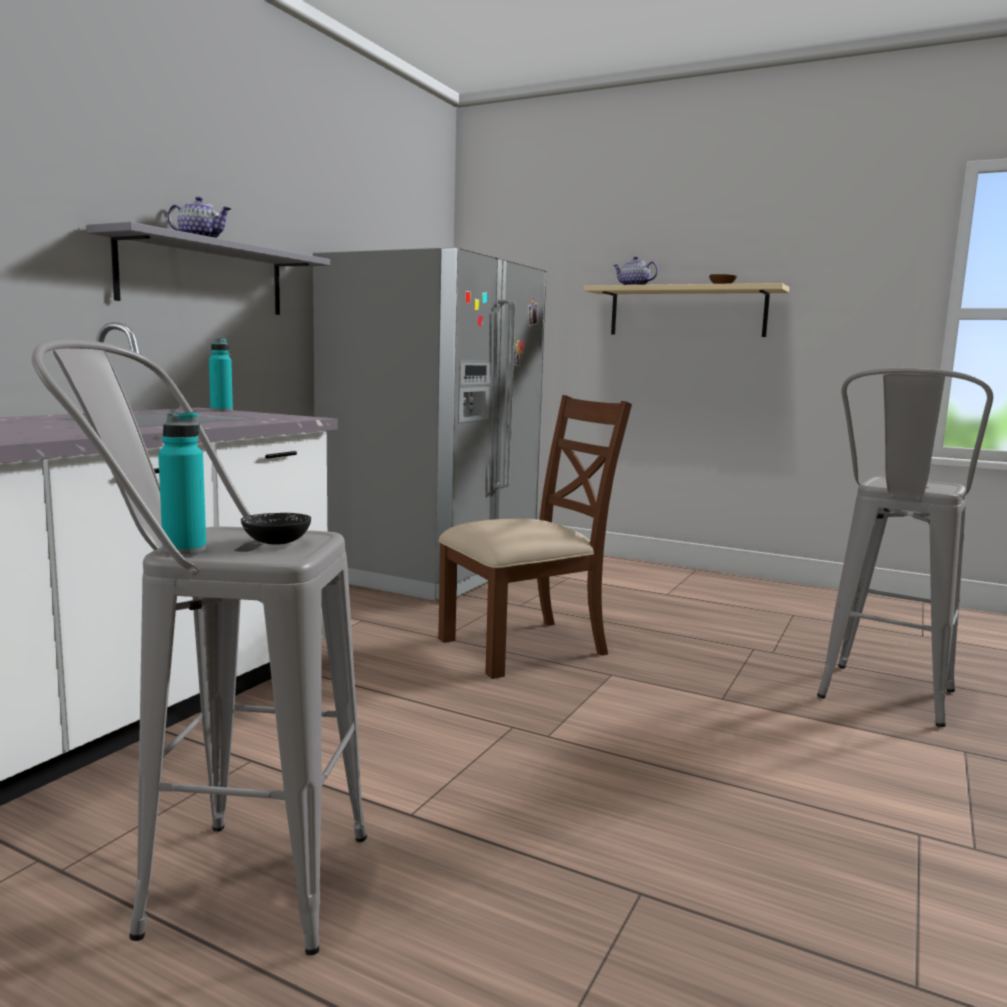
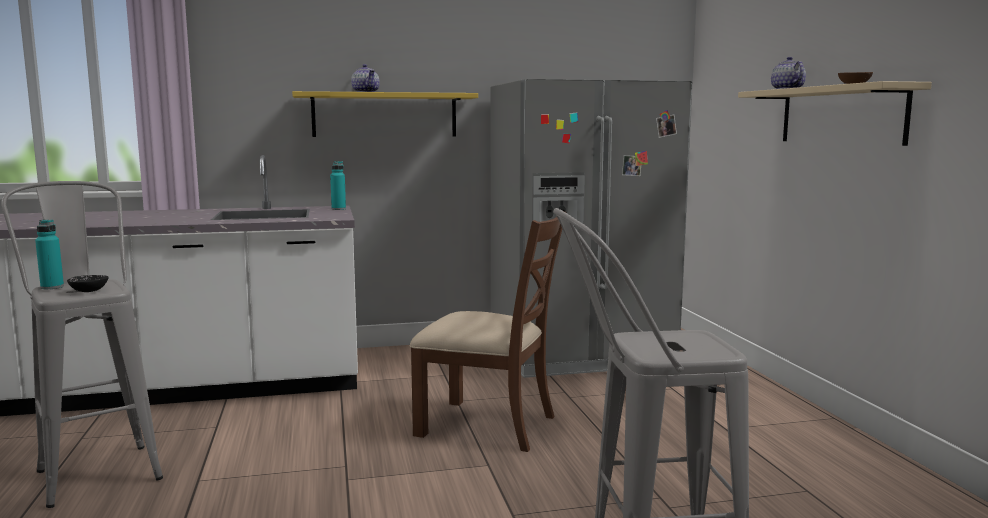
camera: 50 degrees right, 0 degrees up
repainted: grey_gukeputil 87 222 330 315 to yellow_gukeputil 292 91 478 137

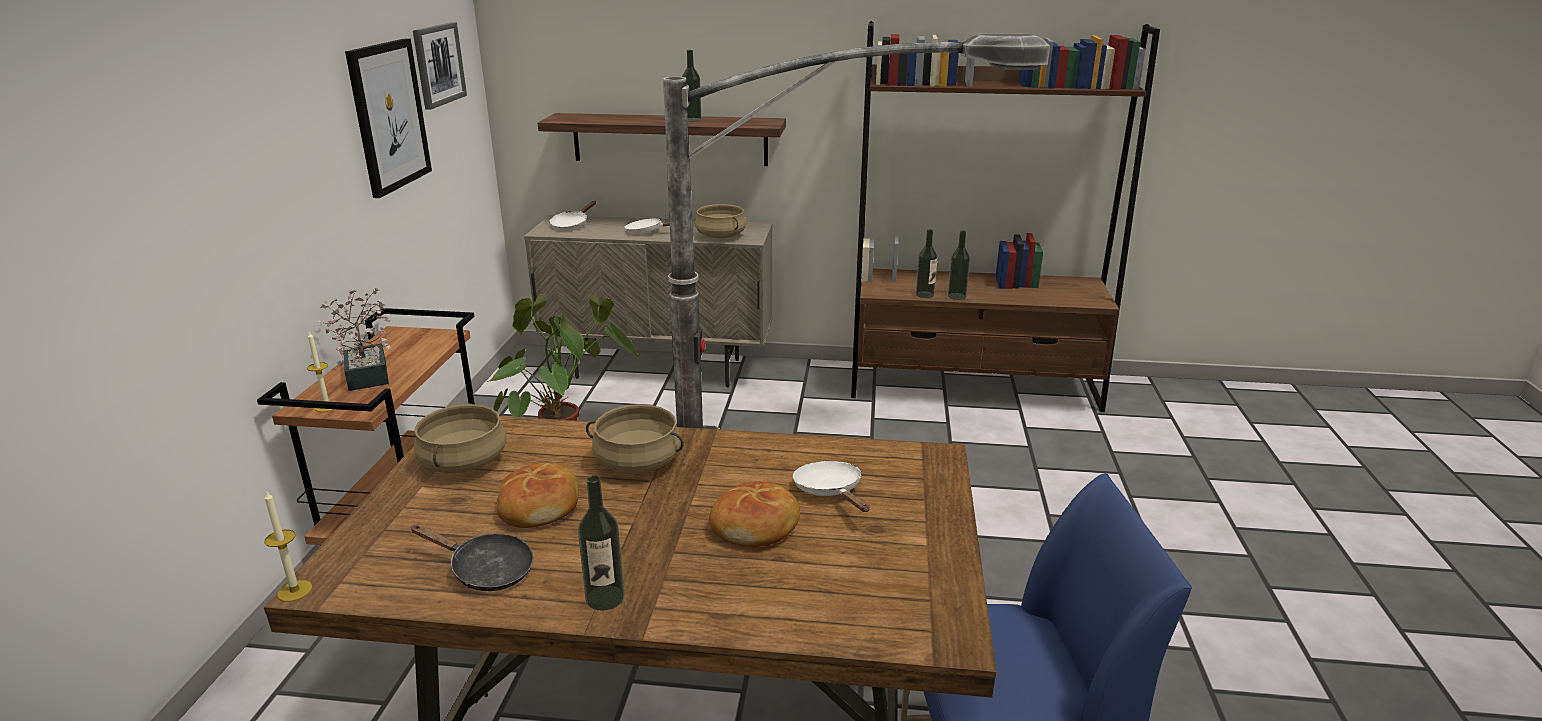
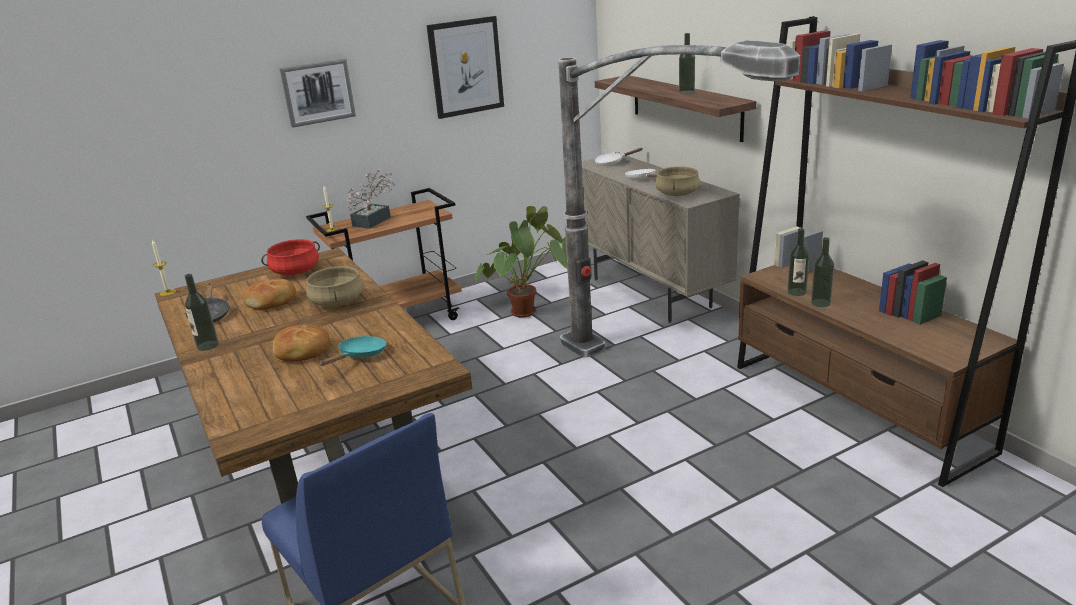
camera: 55 degrees right, 0 degrees up
shifted: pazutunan 413 22 467 110 to 280 59 356 128
repainted: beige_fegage 414 403 507 473 to red_fegage 261 239 320 275; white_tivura 793 461 870 512 to turquoise_tivura 319 336 387 366

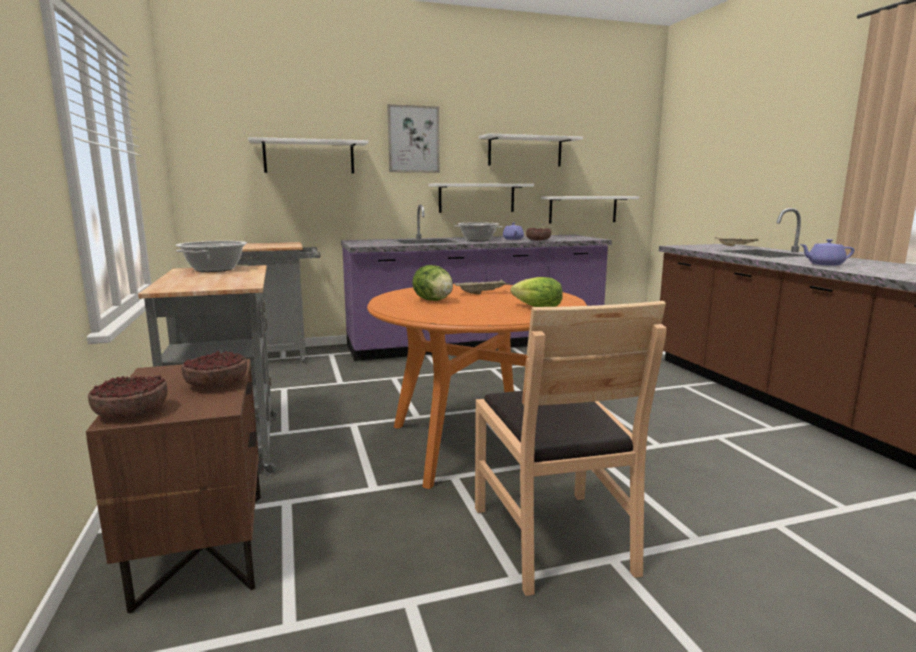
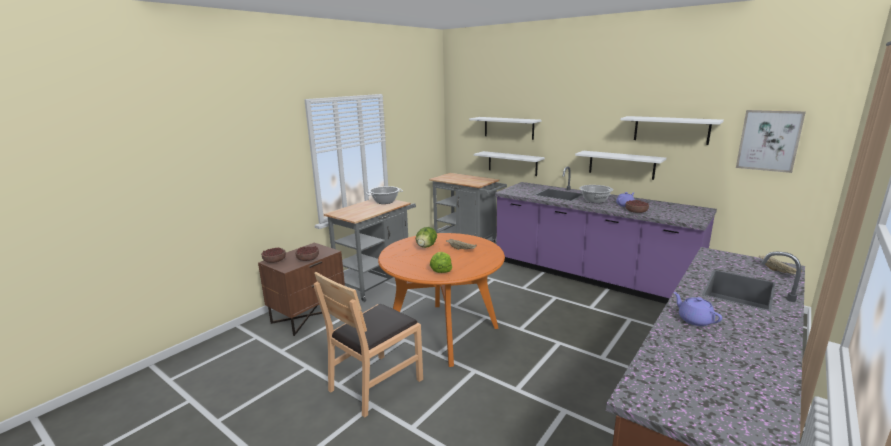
camera: 55 degrees right, 5 degrees up
shifted: pazutunan 387 104 440 173 to 736 110 806 173; white_gukeputil 541 196 639 223 to 474 151 545 176

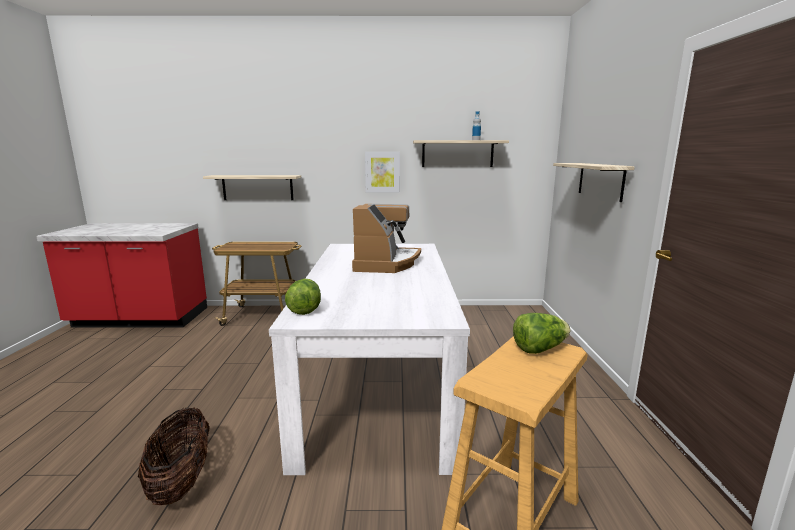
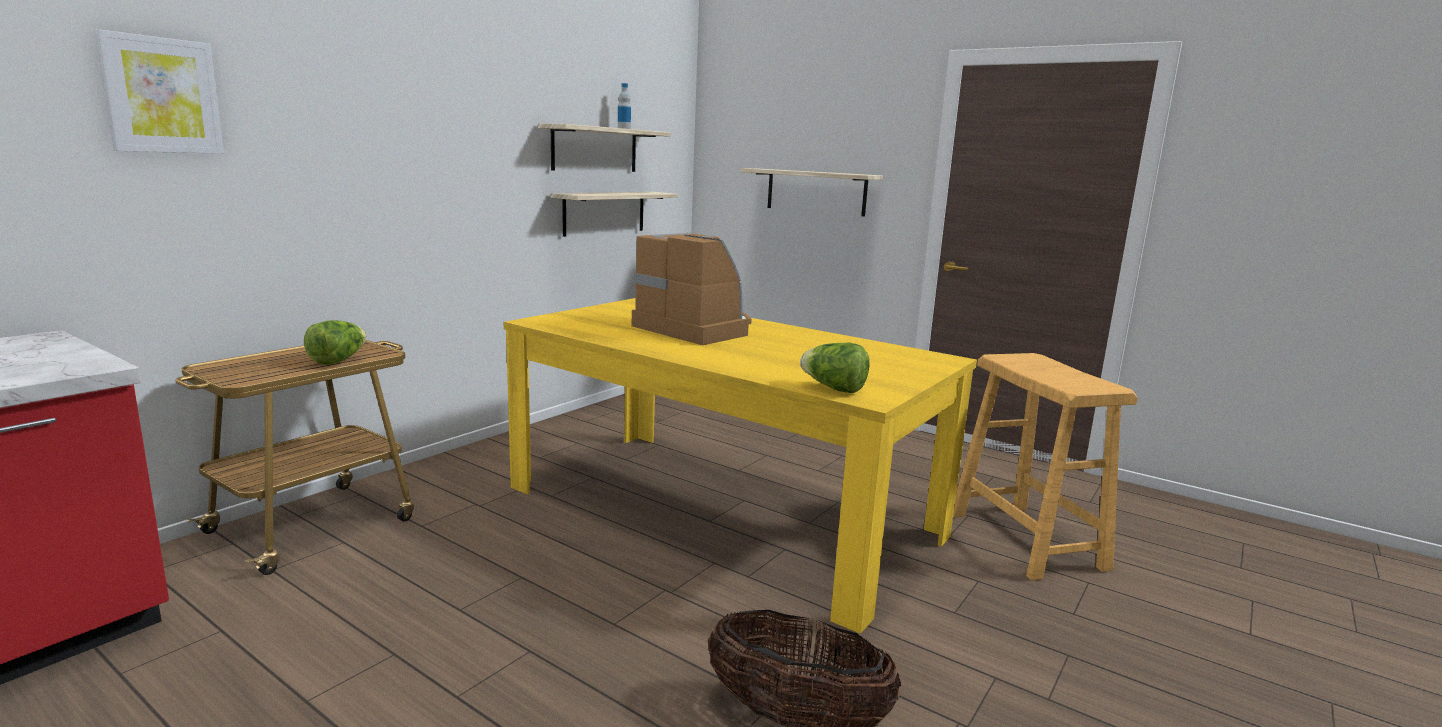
camera: 55 degrees left, 0 degrees up
shifted: gukeputil 203 175 301 200 to 550 192 677 237; pazutunan 365 152 400 192 to 95 29 224 154; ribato 513 313 570 354 to 304 320 366 365
repainted: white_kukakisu 269 244 470 475 to yellow_kukakisu 504 298 977 634

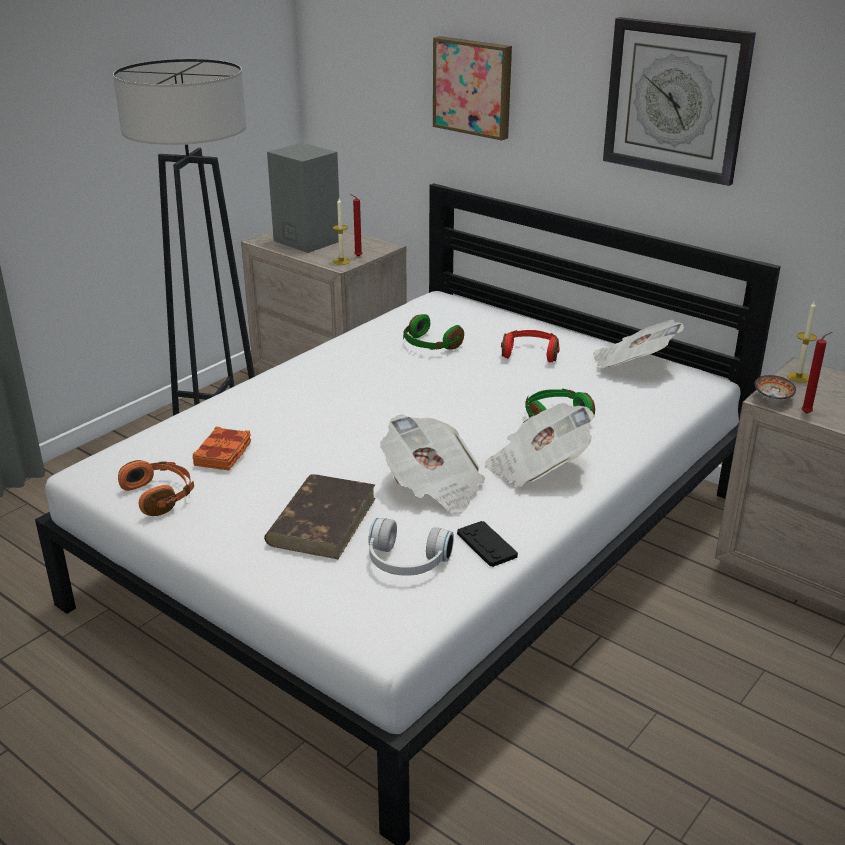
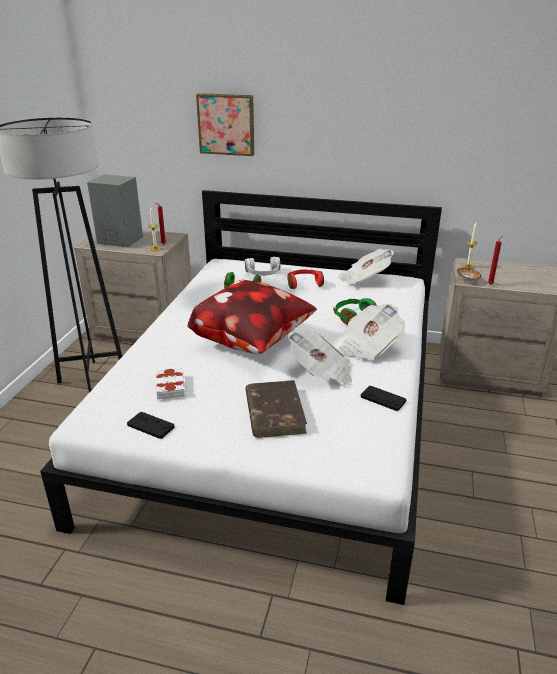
camera: 25 degrees left, 0 degrees up
gone: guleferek 603 17 756 186
new: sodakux 187 280 317 354
shifted: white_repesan 368 518 454 576 to 245 257 280 276
swapped: orange_repesan 118 460 194 516 to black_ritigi 127 412 175 439
repainted: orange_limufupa 192 426 251 470 to white_limufupa 156 367 186 400

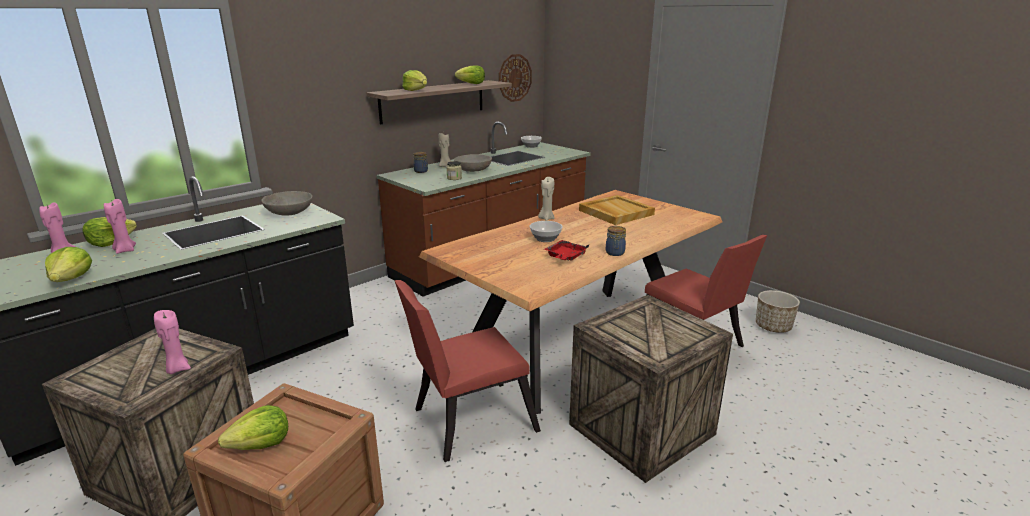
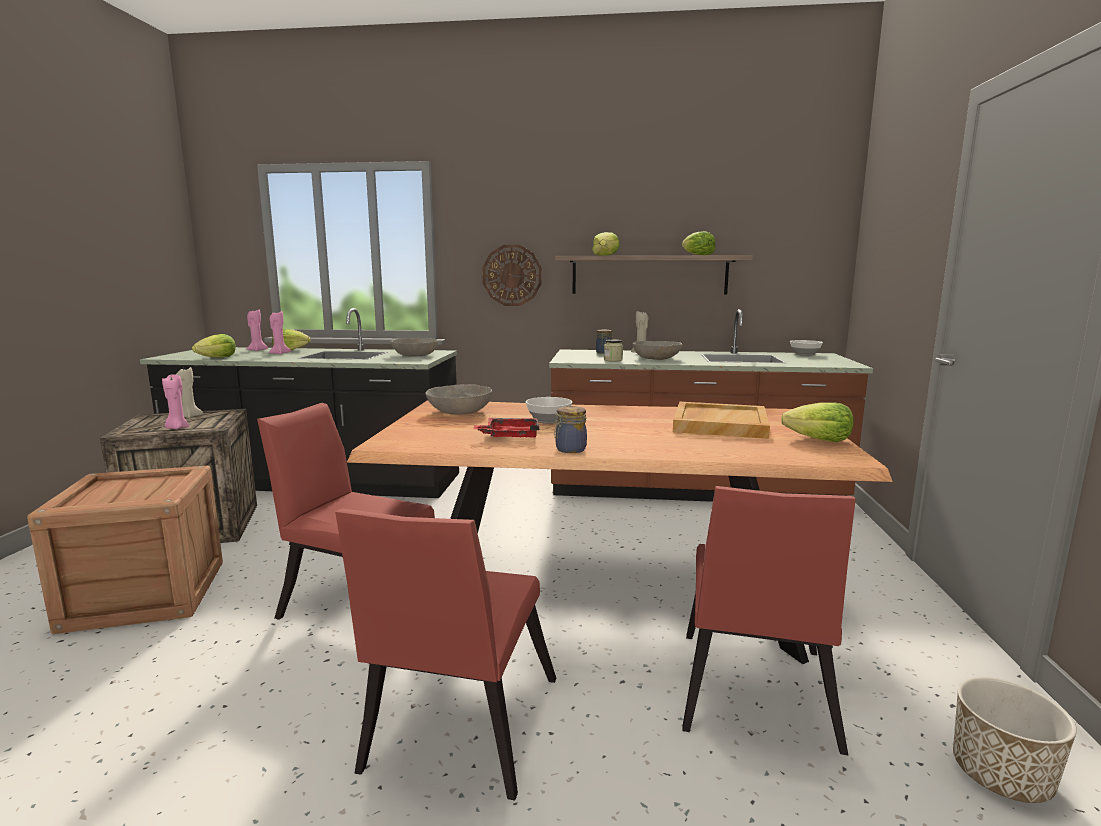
camera: 50 degrees right, 10 degrees down
new: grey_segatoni 425 384 492 415
shifted: ribato 218 405 288 450 to 781 402 854 442; guleferek 499 54 532 102 to 482 245 542 306; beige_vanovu 538 177 555 221 to 176 367 203 418
swapped: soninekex 569 295 733 483 to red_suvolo 335 509 556 801

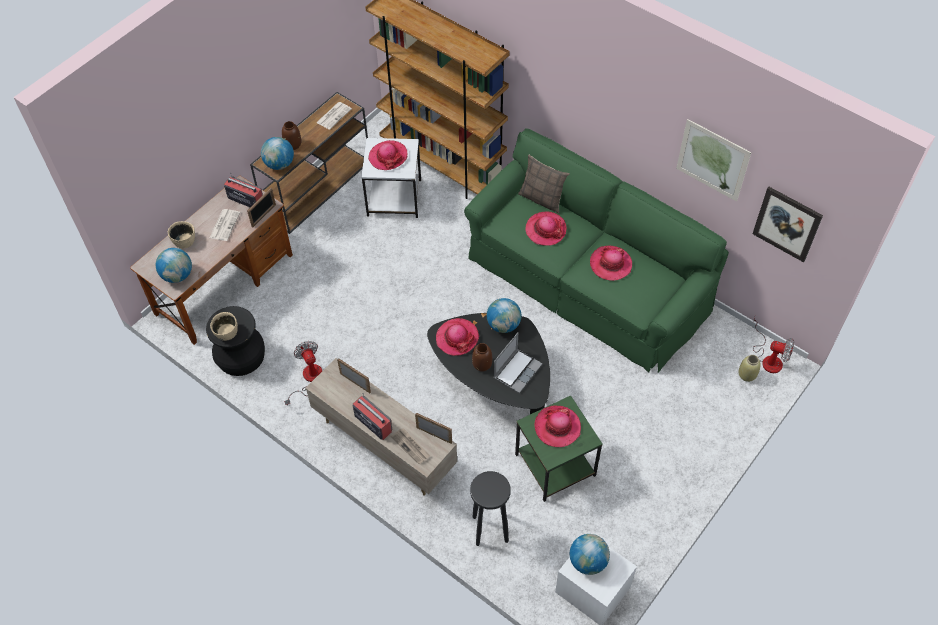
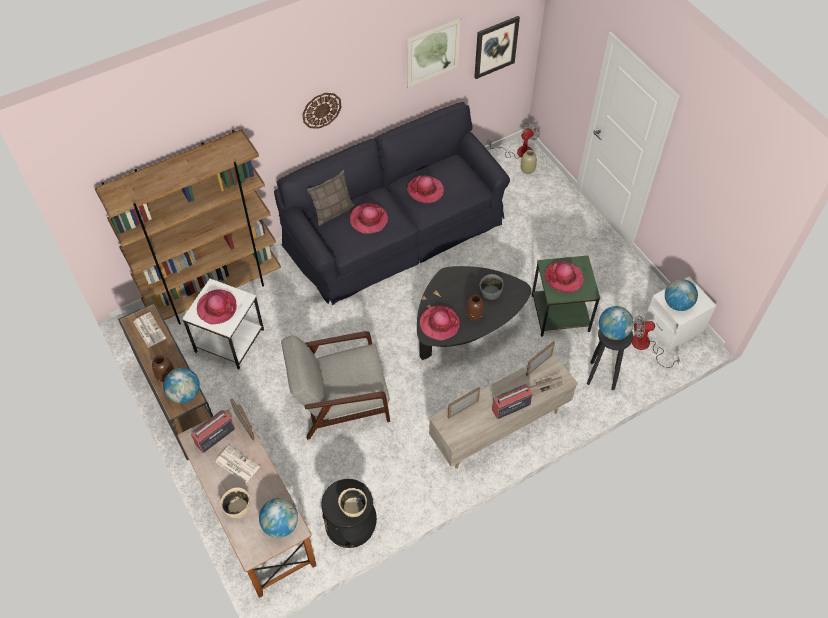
camera: 70 degrees left, 0 degrees up
new: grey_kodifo 281 331 390 440; guleferek 302 93 342 129
shifted: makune 284 341 322 405 to 632 315 680 368; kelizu 487 298 521 333 to 599 306 634 340
swapped: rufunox 494 332 542 393 to grey_segatoni 480 274 504 300
repainted: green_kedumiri 464 128 729 372 to black_kedumiri 274 102 510 305

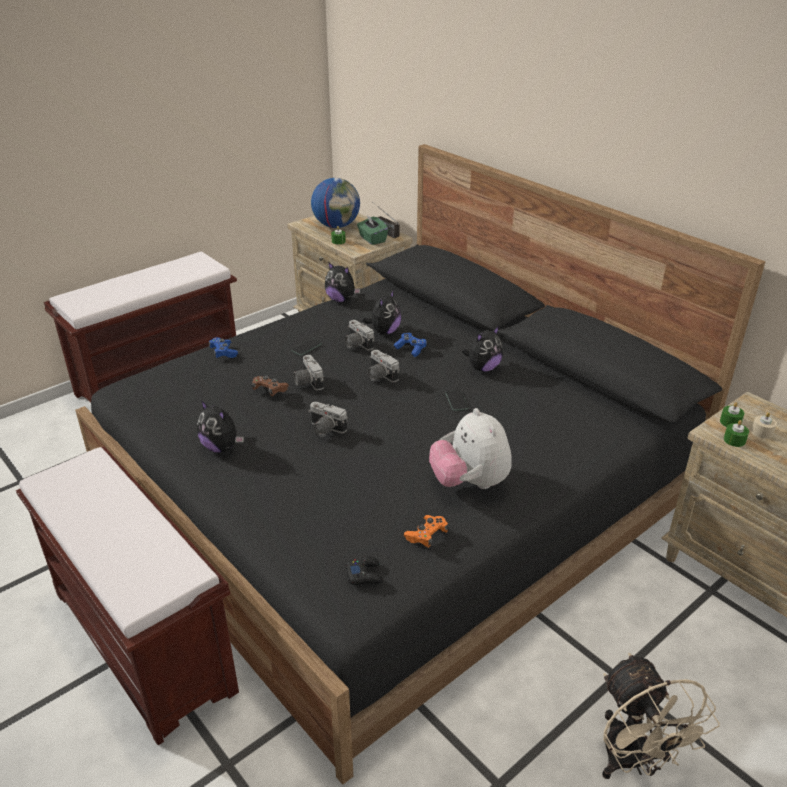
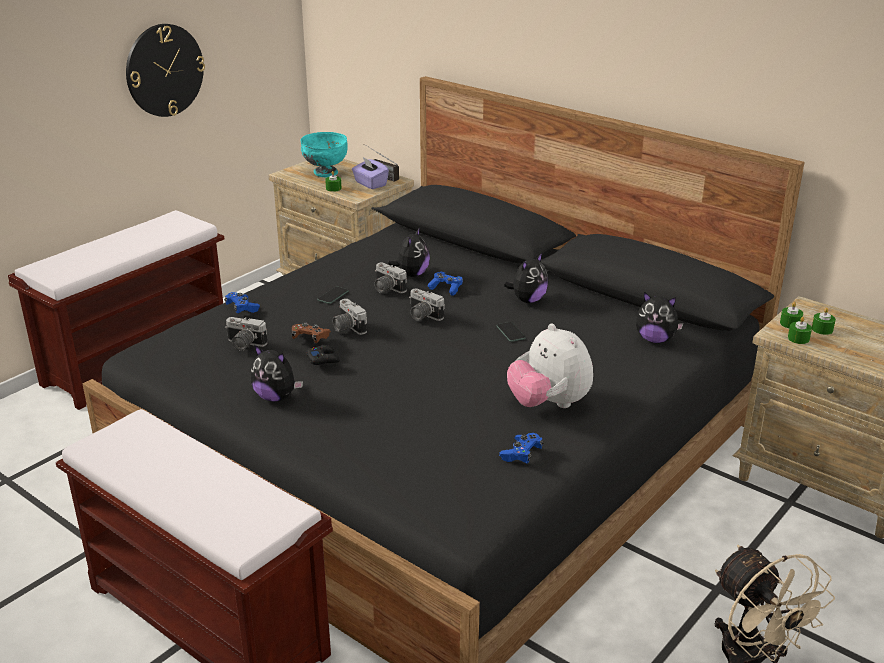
camera: 10 degrees left, 5 degrees down
new: guleferek 126 24 205 117
shifted: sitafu 309 402 348 437 to 225 317 267 351; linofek 325 262 361 302 to 636 292 684 343; black_ritigi 346 556 383 585 to 306 345 340 365
swapped: kelizu 311 178 360 228 to turquoise_segatoni 300 132 348 177
repainted: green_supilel 357 215 388 245 to purple_supilel 352 157 389 189; orange_ritigi 404 515 449 548 to blue_ritigi 499 433 544 464; beige_vanovu 751 412 777 439 to green_vanovu 812 308 836 335

